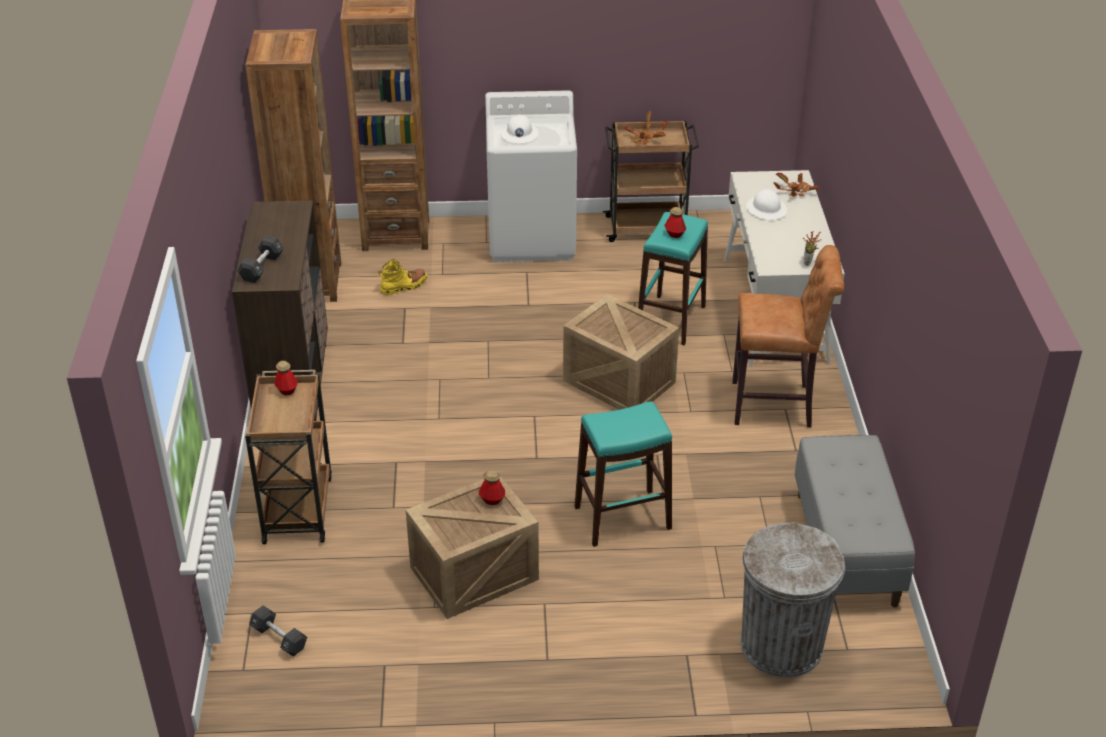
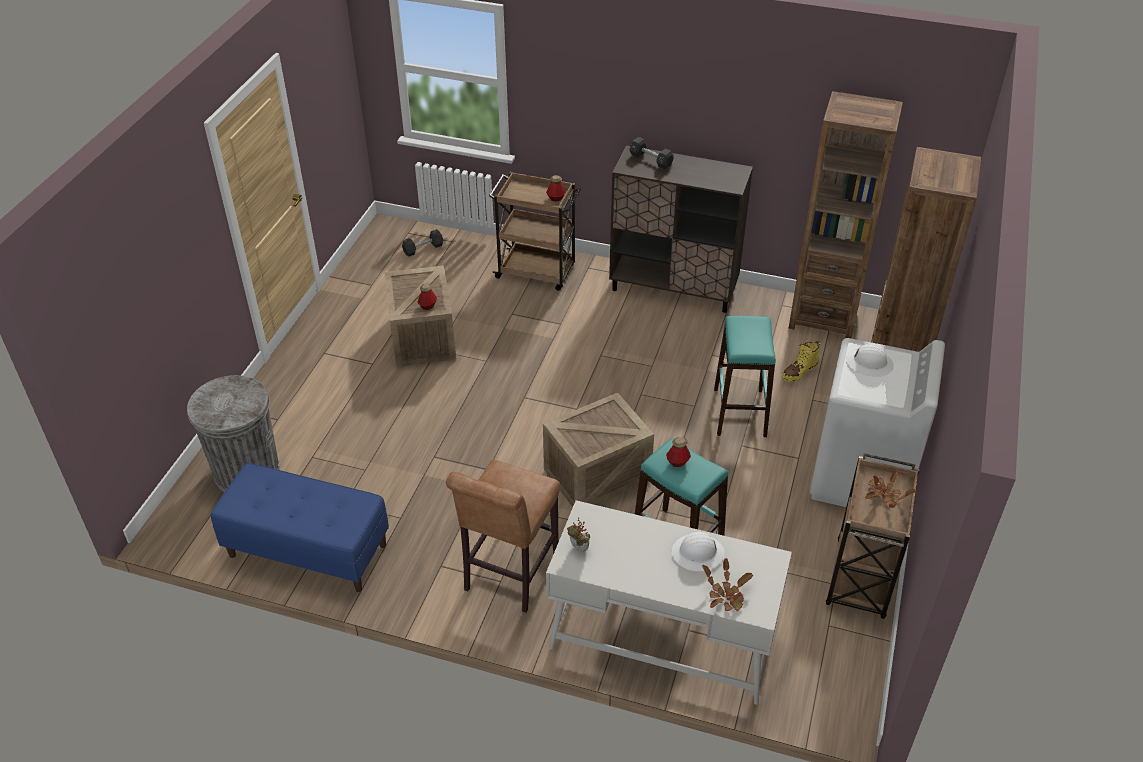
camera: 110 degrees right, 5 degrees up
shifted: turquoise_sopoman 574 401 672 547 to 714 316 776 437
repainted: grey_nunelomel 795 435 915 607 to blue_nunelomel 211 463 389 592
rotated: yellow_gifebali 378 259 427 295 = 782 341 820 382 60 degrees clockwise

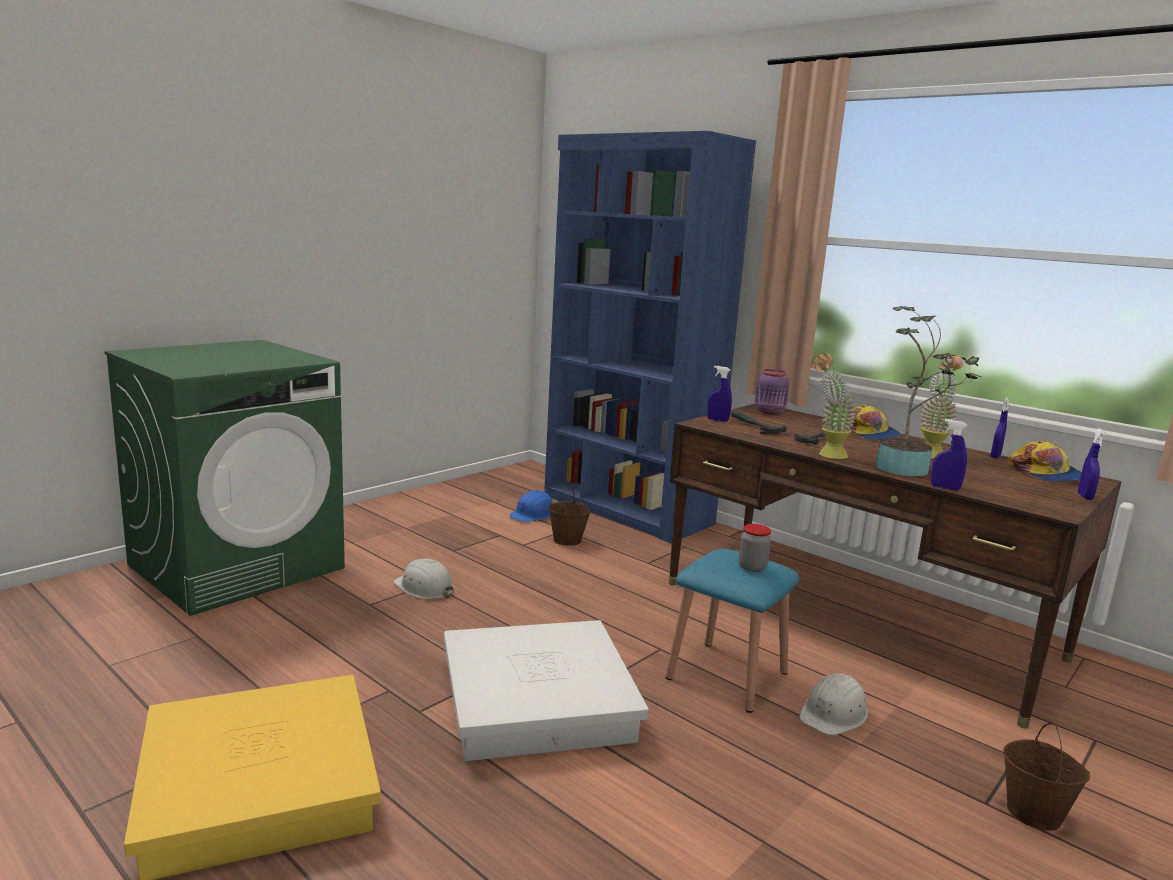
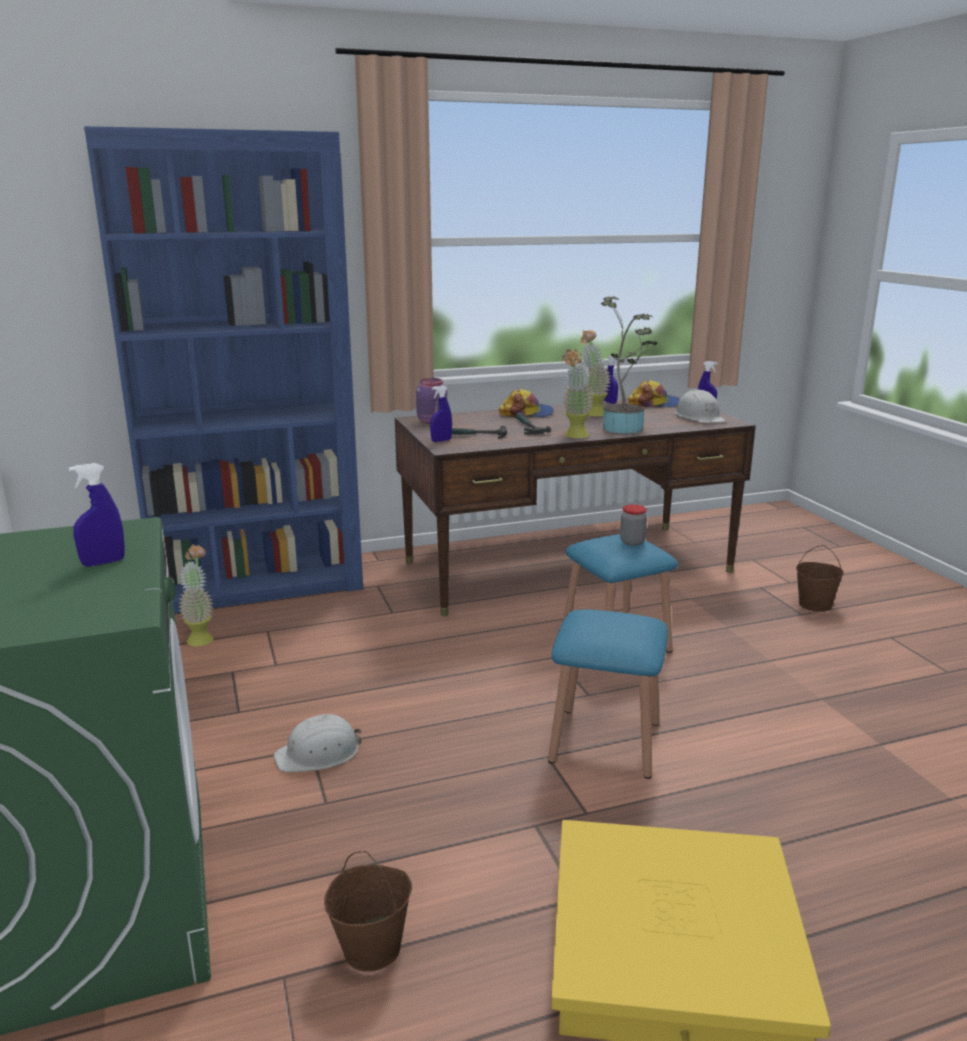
camera: 60 degrees left, 5 degrees up
shifted: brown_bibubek 548 486 591 546 to 324 851 412 972; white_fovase 799 673 868 735 to 675 389 725 423; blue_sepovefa 931 419 967 490 to 69 463 125 566
swapped: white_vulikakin 444 620 649 761 to blue_sopoman 548 609 668 779; blue_fovase 509 490 553 522 to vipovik 179 544 214 646

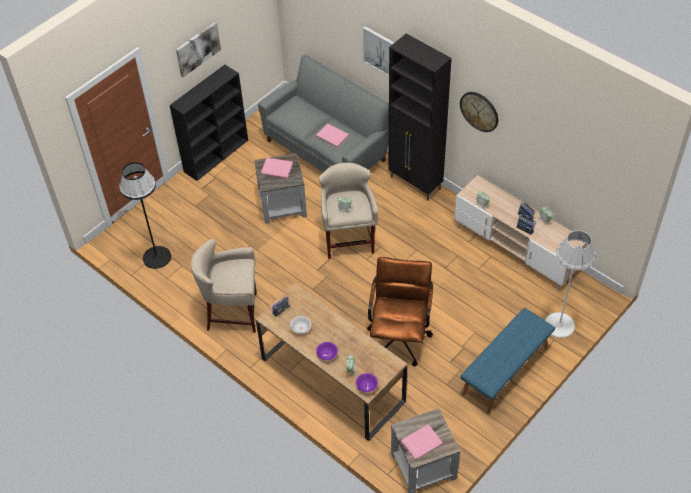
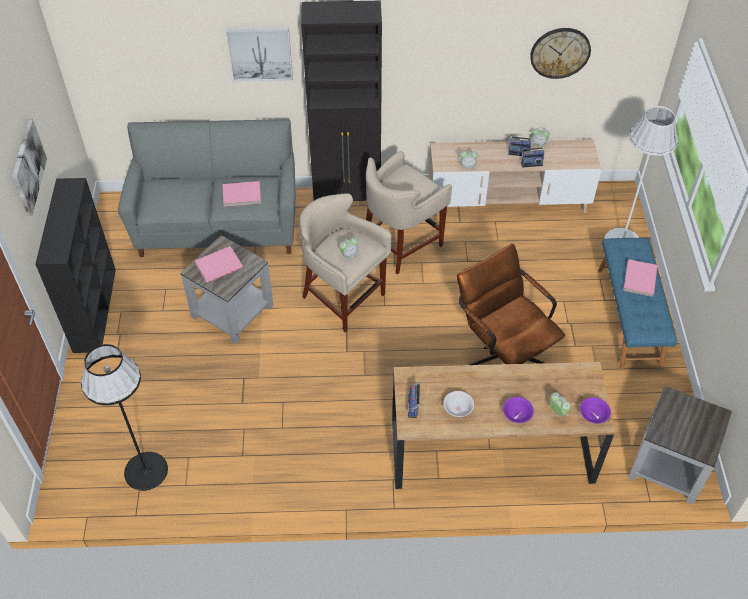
camera: 45 degrees left, 0 degrees up
shifted: beige_sopoman 191 239 257 333 to 366 151 452 275; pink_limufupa 401 424 443 461 to 623 259 657 297; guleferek 460 92 498 132 to 530 28 591 79

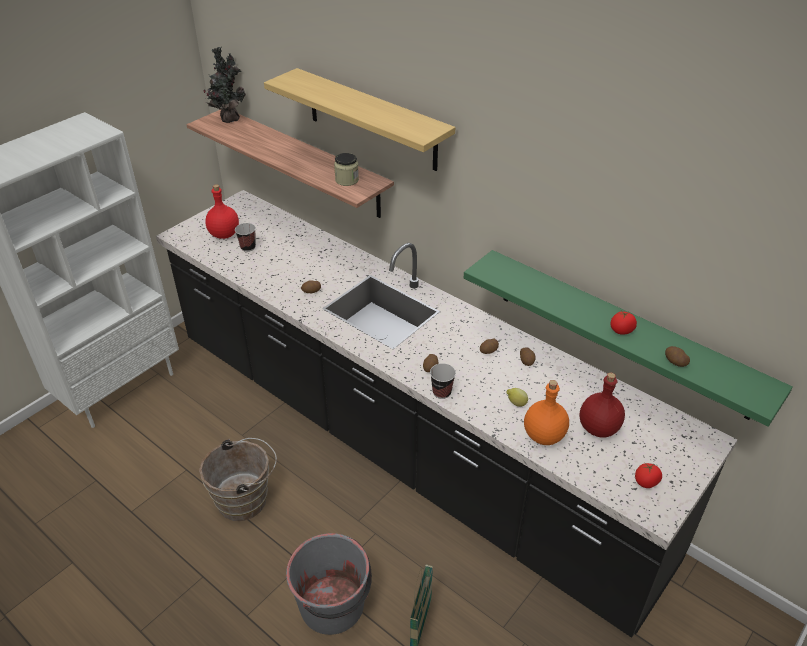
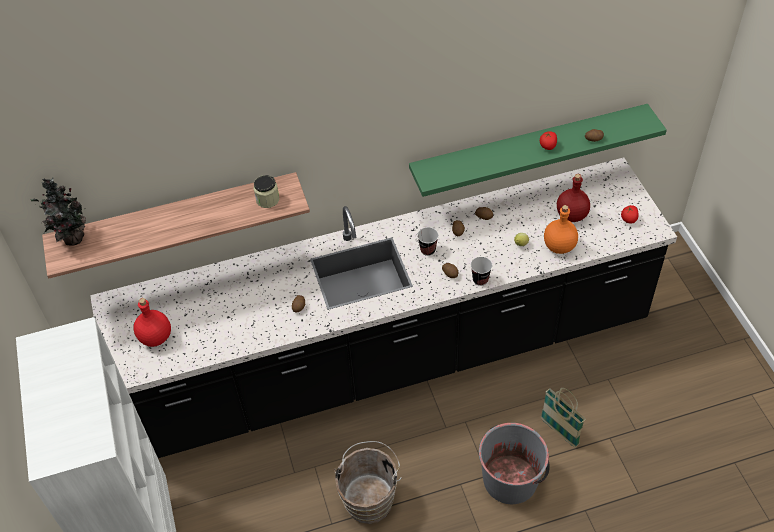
camera: 55 degrees left, 10 degrees up
gone: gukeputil 264 68 455 171
shifted: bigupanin 235 223 256 252 to 417 227 439 256

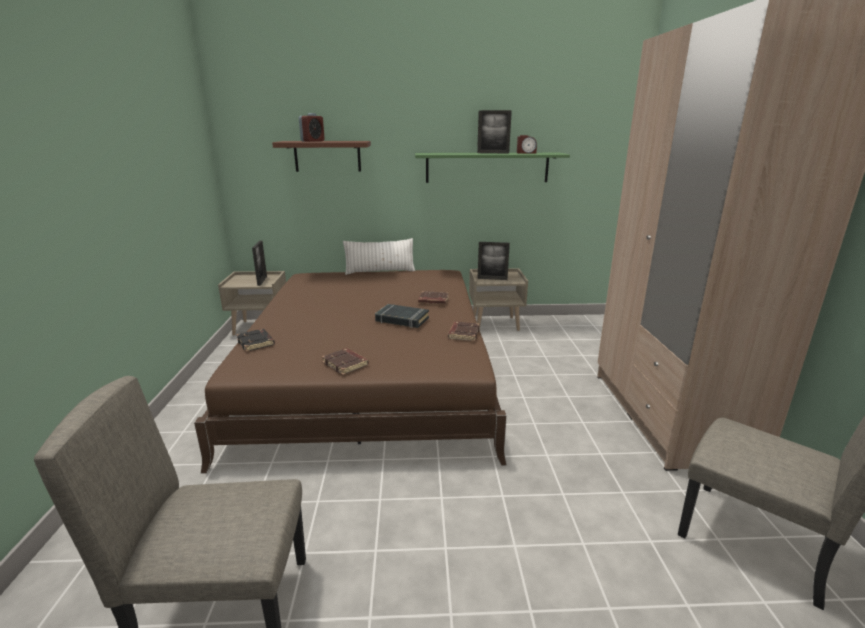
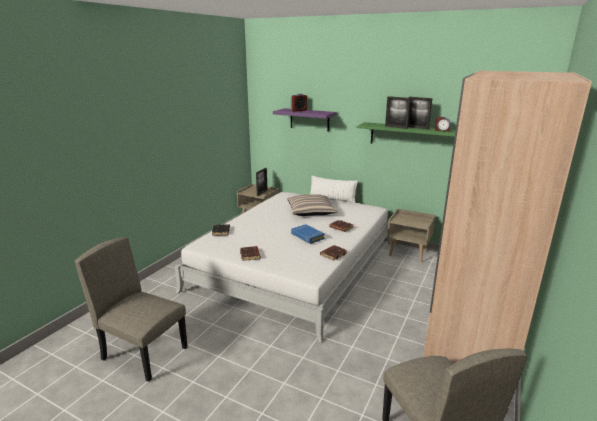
camera: 30 degrees right, 0 degrees up
new: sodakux 287 195 338 216
shifted: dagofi 478 242 510 280 to 385 96 411 129
repainted: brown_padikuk 194 270 507 474 to white_padikuk 174 192 392 343; brown_gukeputil 272 141 371 172 to purple_gukeputil 273 108 336 131; black_limufupa 375 304 429 328 to blue_limufupa 291 224 325 244

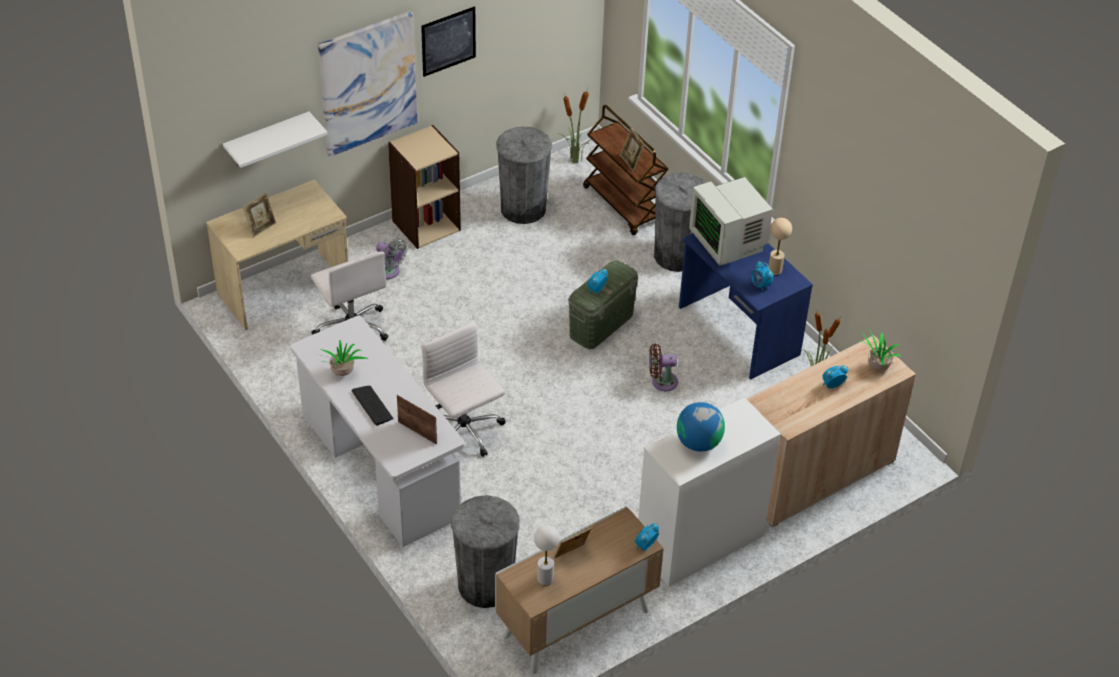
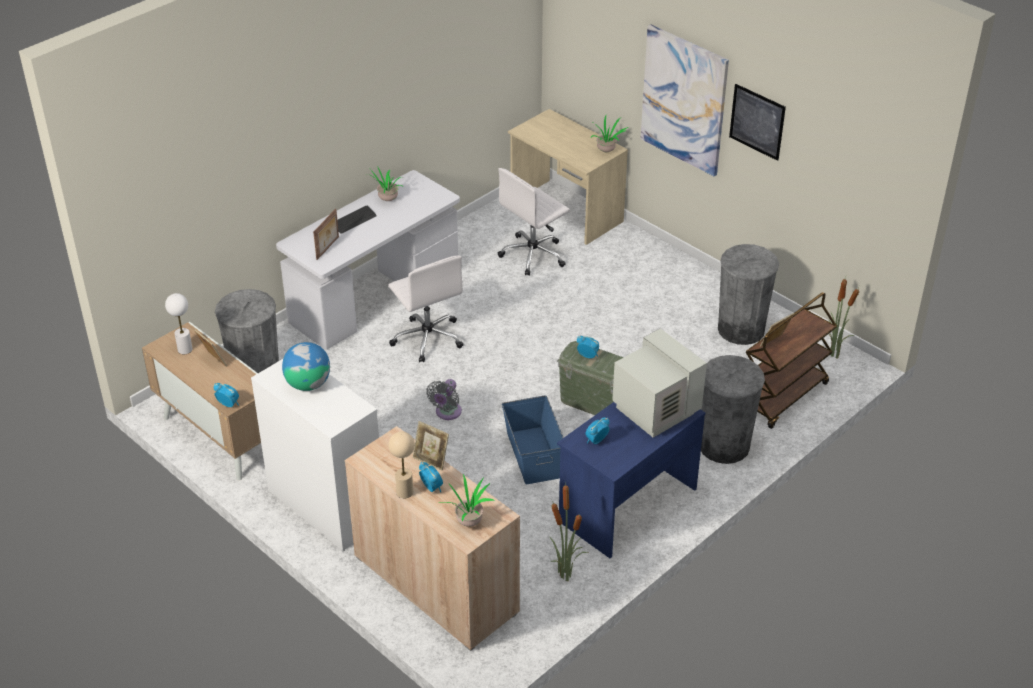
camera: 80 degrees right, 5 degrees down
gone: white_gukeputil 223 111 328 168; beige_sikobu 388 125 461 249
new: vipovik 591 115 628 152
shifted: dagofi 243 192 276 237 to 413 421 449 470; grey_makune 376 238 407 279 to 426 379 462 420; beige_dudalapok 769 218 792 275 to 389 432 415 498
swapped: brown_makune 649 343 678 391 to blue_vulikakin 502 395 563 484
rotated: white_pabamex 421 321 506 457 = 388 255 464 362 105 degrees clockwise; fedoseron 689 177 773 266 = 612 328 707 438 90 degrees clockwise

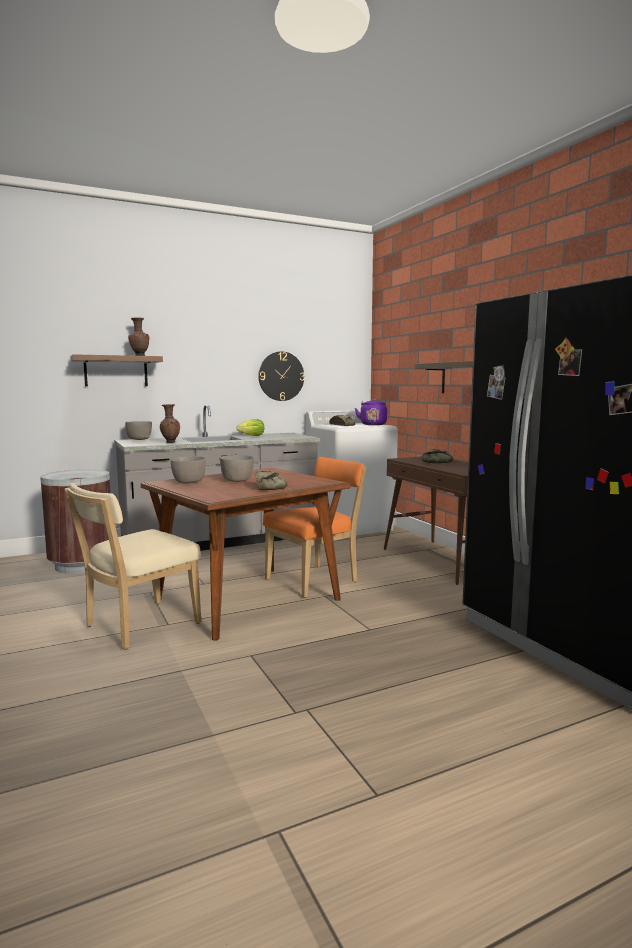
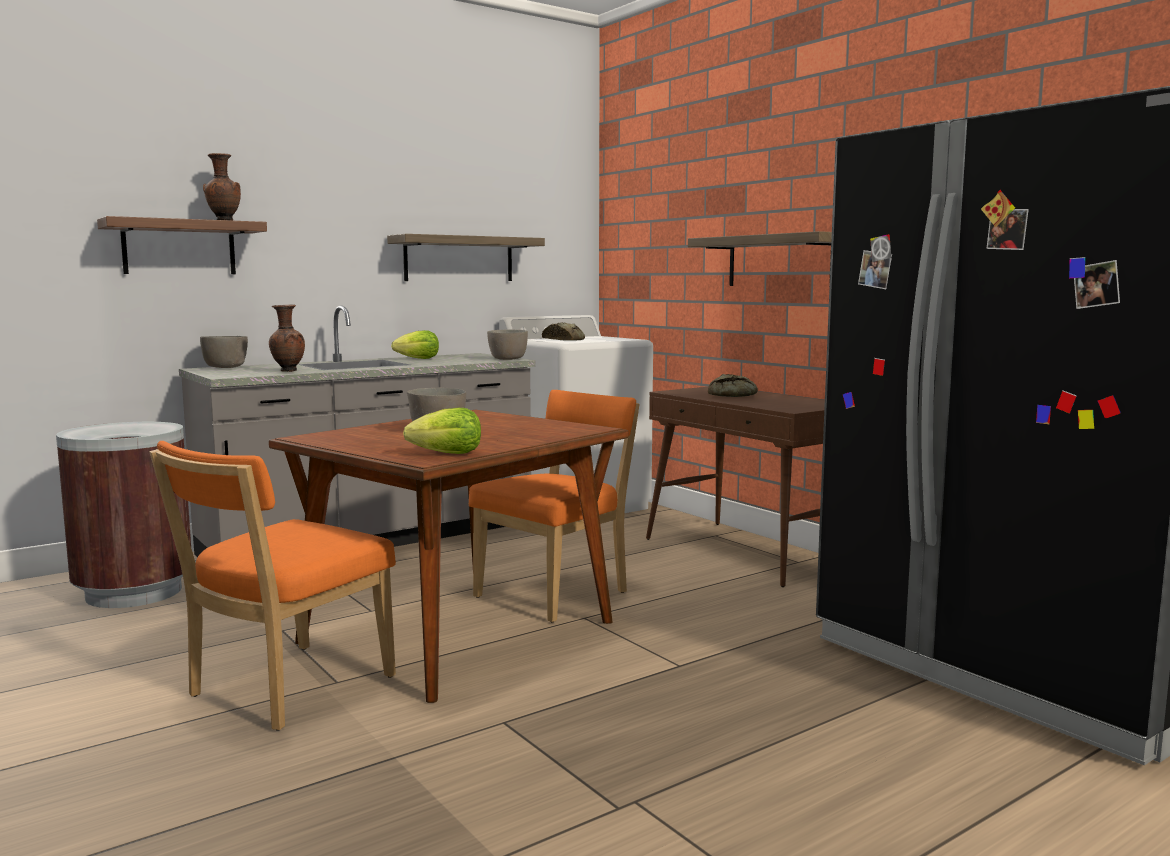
camera: 10 degrees left, 0 degrees up
gone: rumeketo 255 471 287 490; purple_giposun 355 399 387 425
new: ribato 403 408 481 454
shifted: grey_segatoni 171 456 206 483 to 487 330 528 360
swapped: guleferek 258 351 305 401 to gukeputil 387 234 545 281
repainted: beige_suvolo 65 483 201 650 to orange_suvolo 149 441 396 731

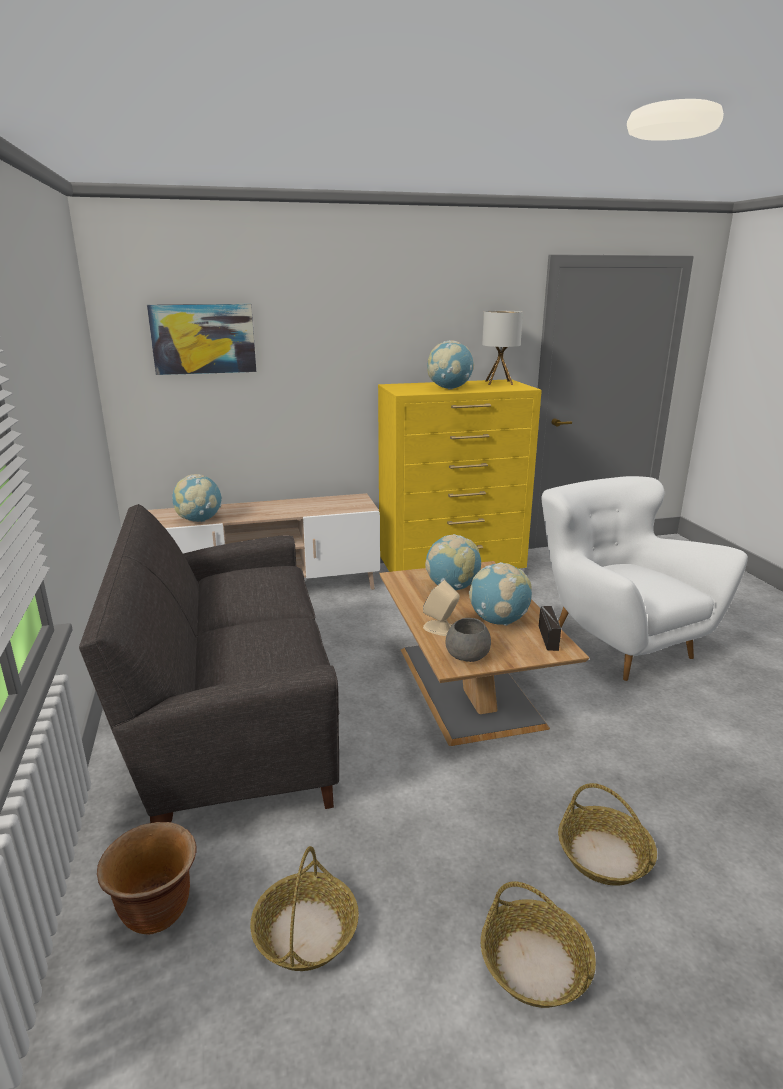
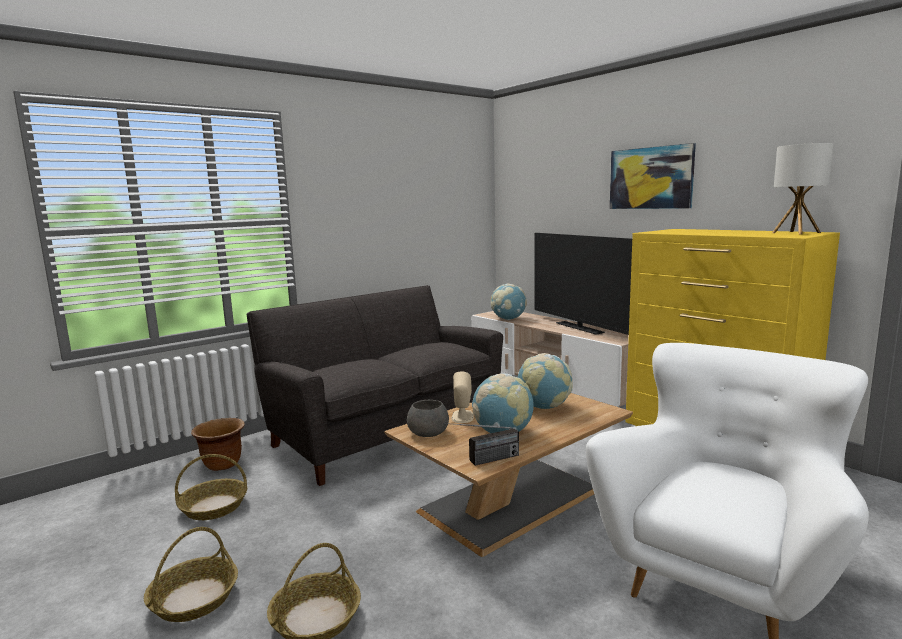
camera: 65 degrees right, 10 degrees down
gone: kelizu 427 340 474 389
new: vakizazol 534 233 632 335
shifted: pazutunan 147 304 256 375 to 610 143 696 209

